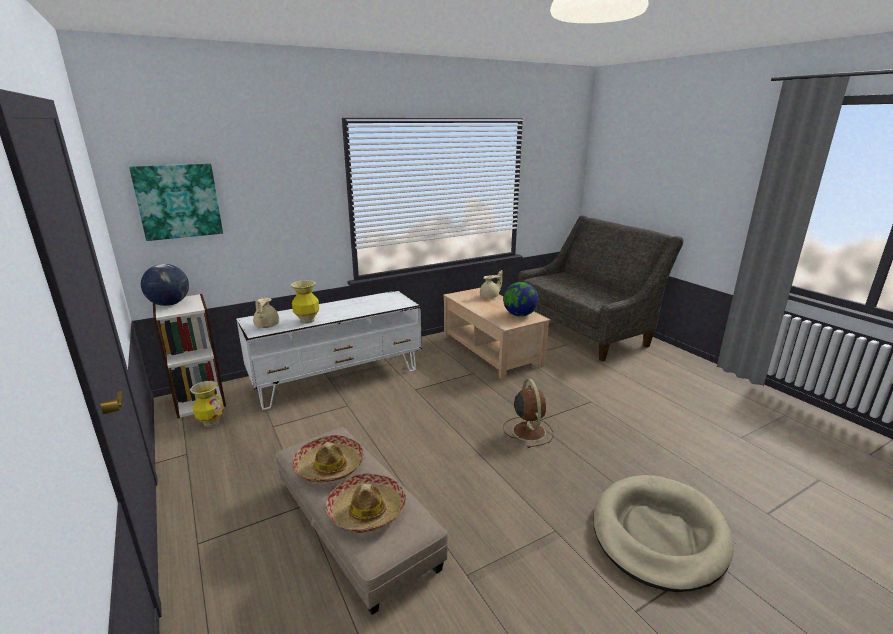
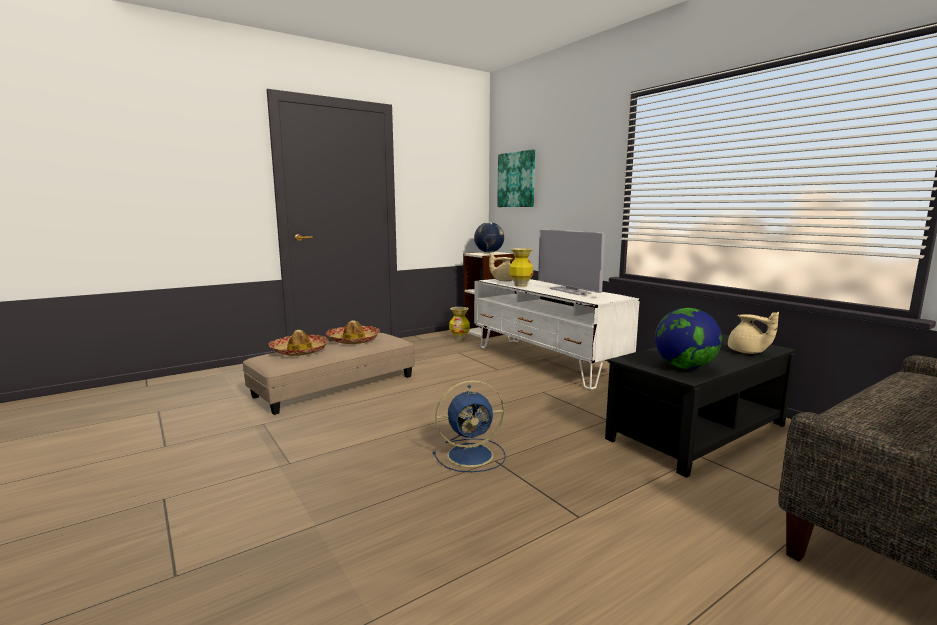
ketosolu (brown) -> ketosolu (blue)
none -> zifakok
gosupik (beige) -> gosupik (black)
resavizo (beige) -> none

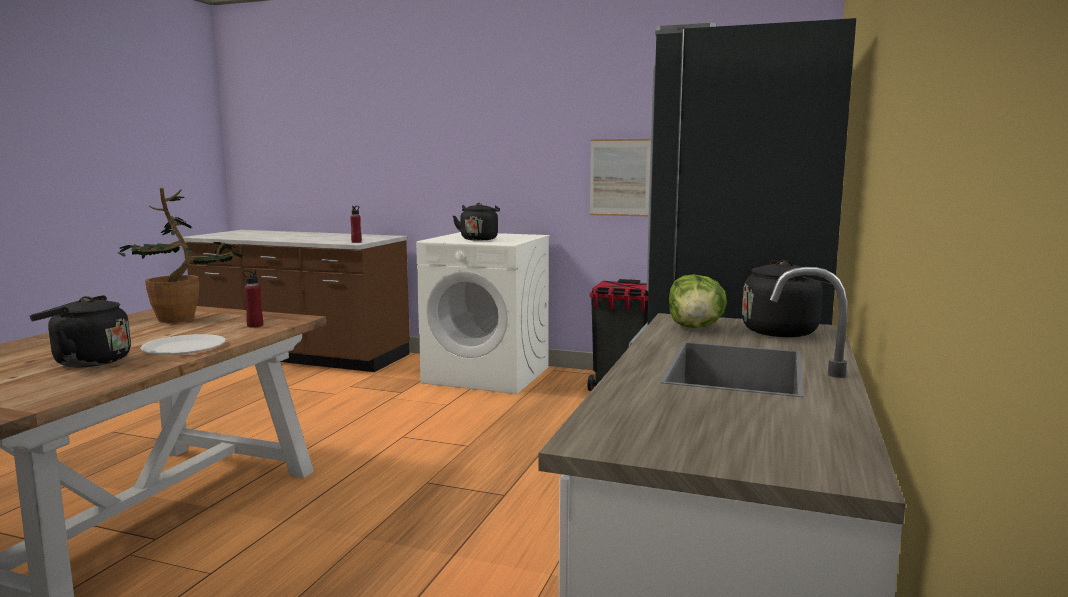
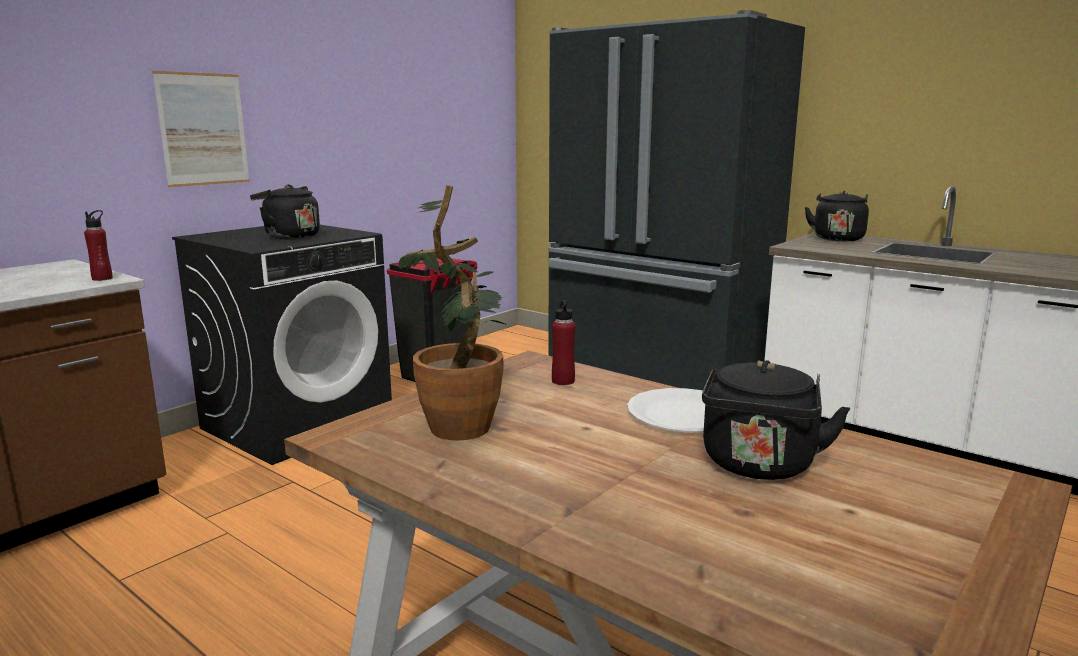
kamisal, move
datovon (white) -> datovon (black)
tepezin -> none

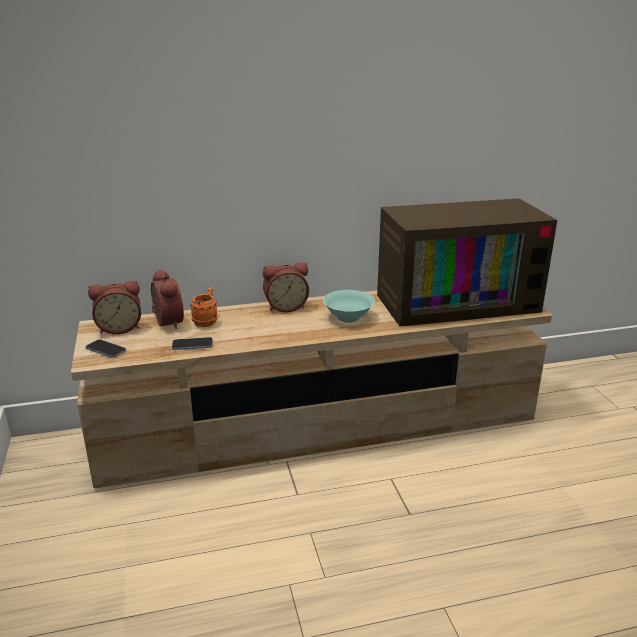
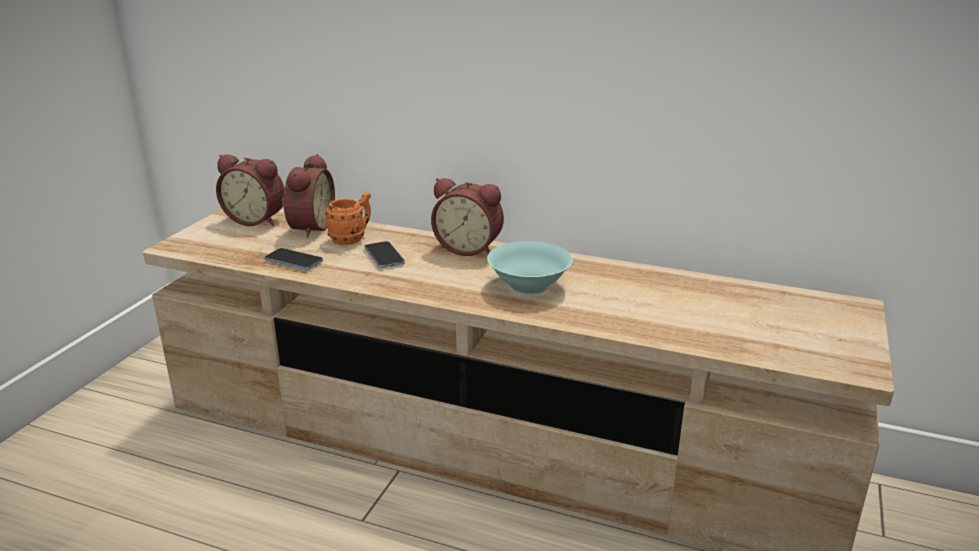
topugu (1st from left in the first image) -> topugu (2nd from left), move
zifakok -> none

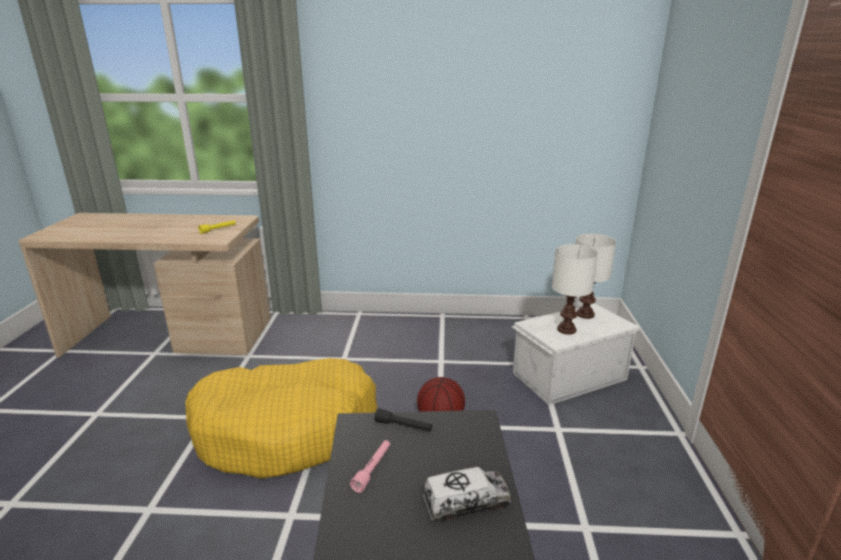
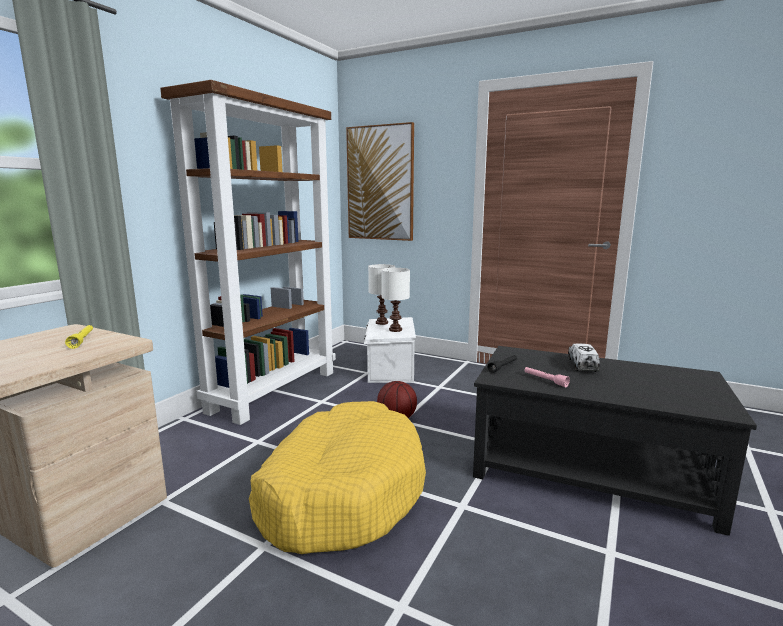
none -> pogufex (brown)
none -> kamisal

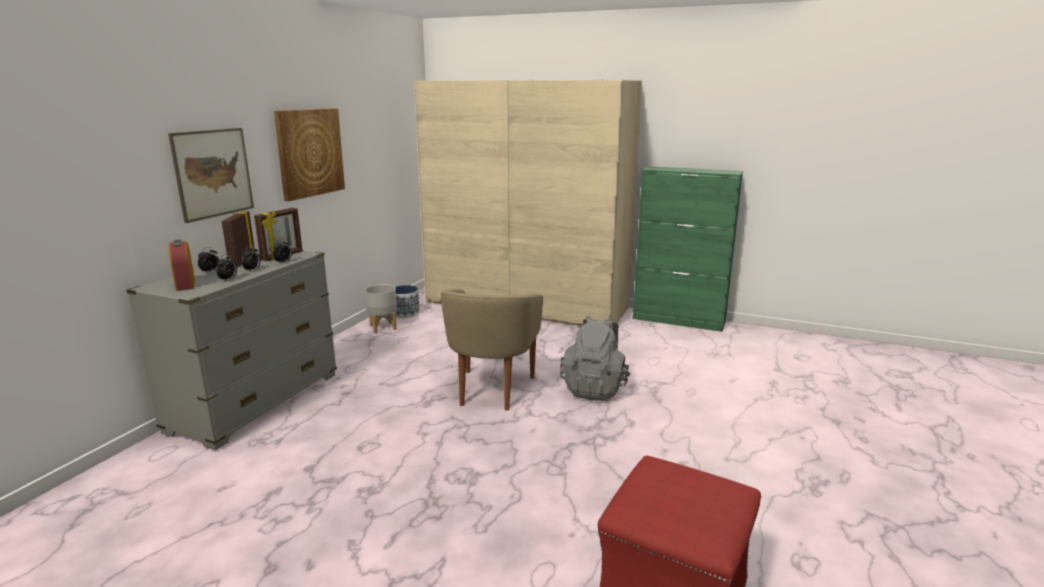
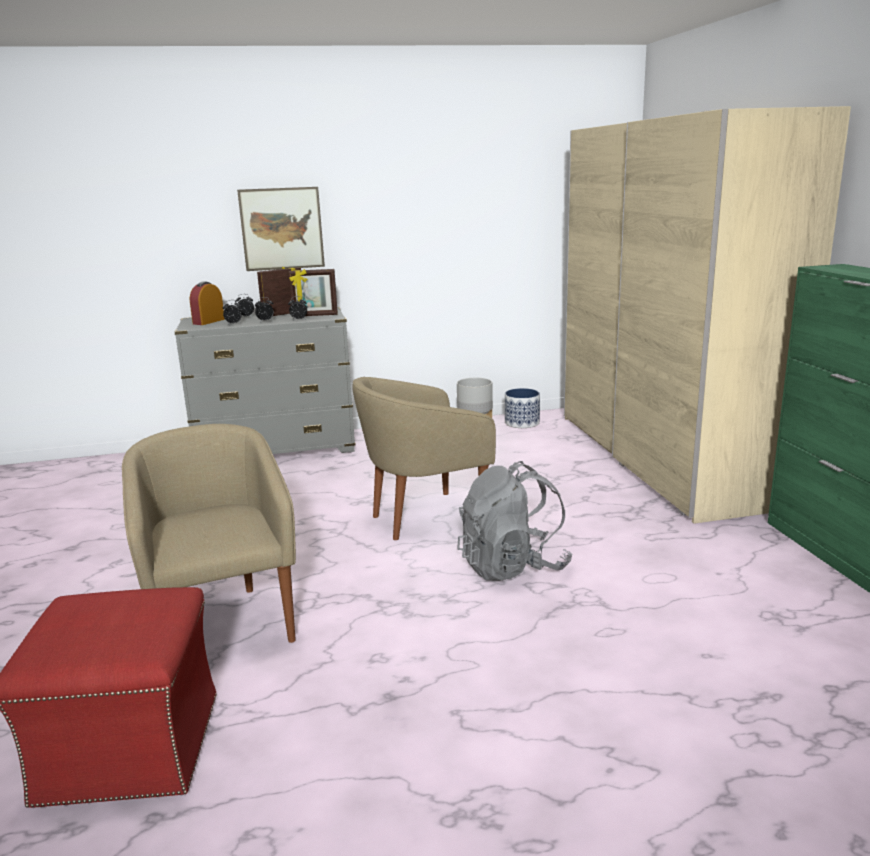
none -> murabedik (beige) (1st from left)
kamisal (2nd from left) -> none

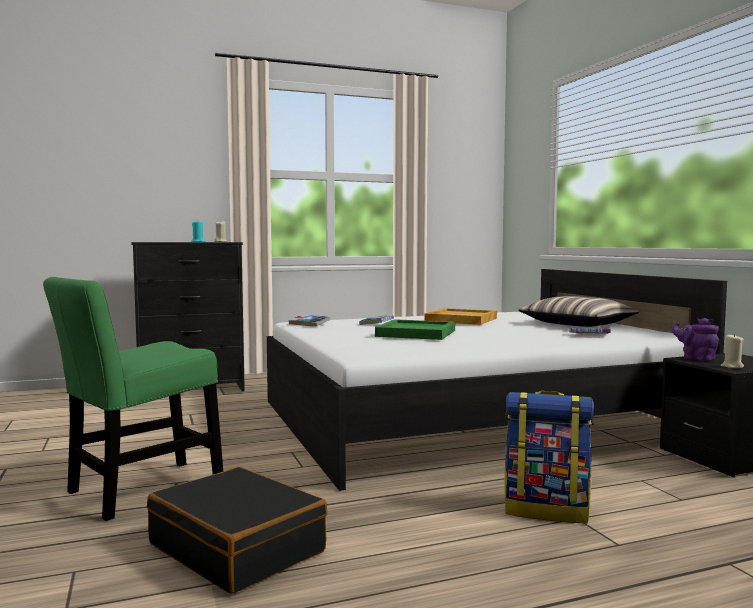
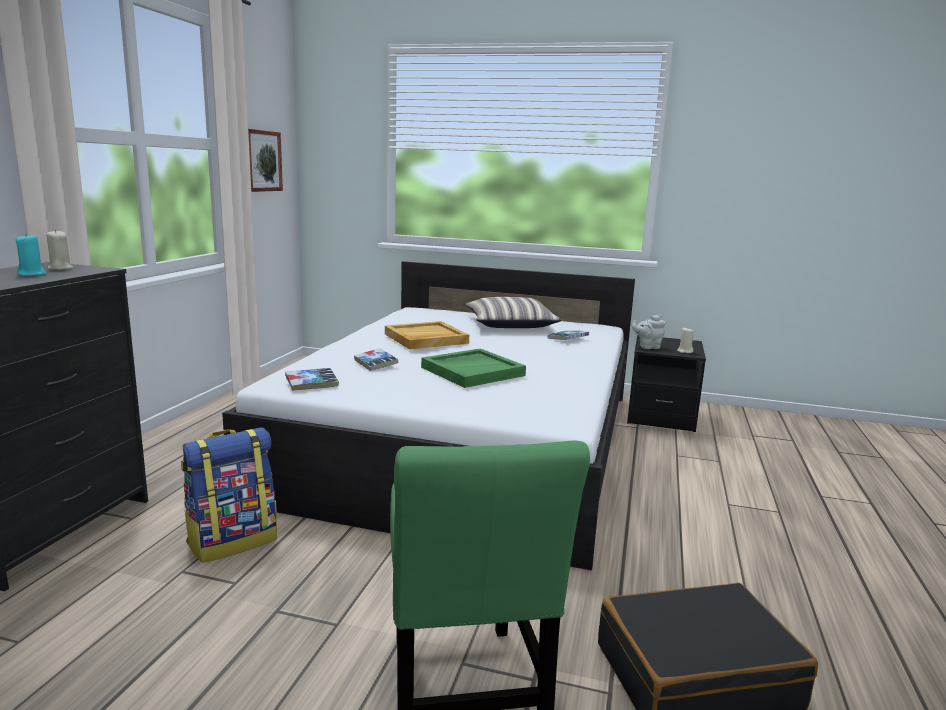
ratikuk, move
none -> kamisal
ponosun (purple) -> ponosun (grey)

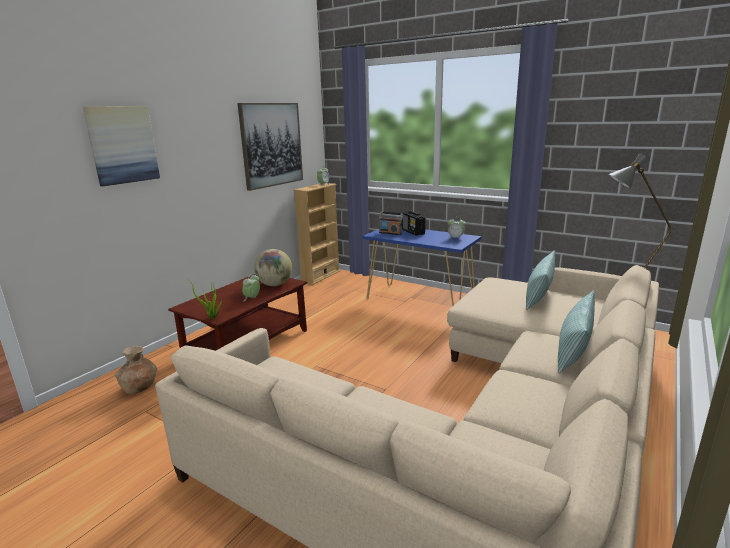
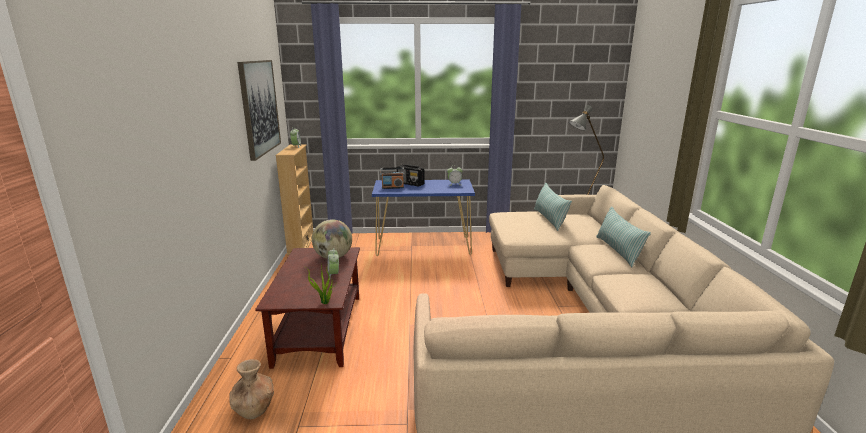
kamisal (1st from left) -> none

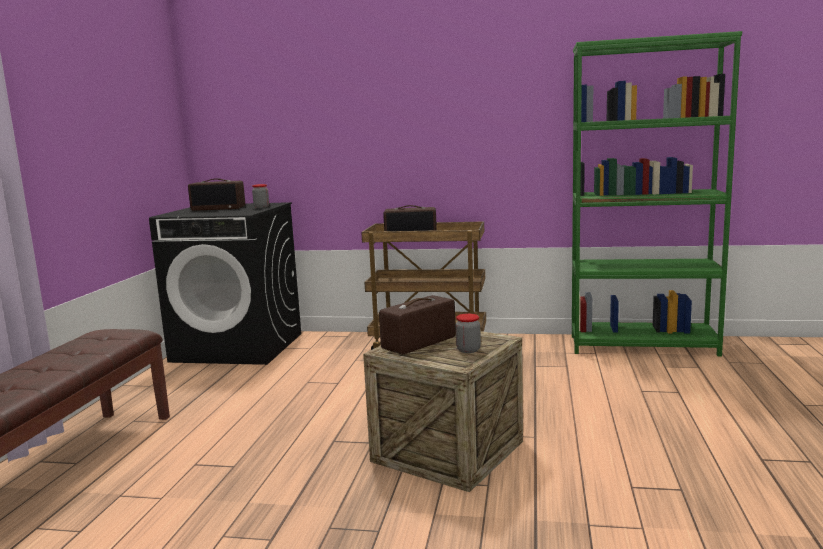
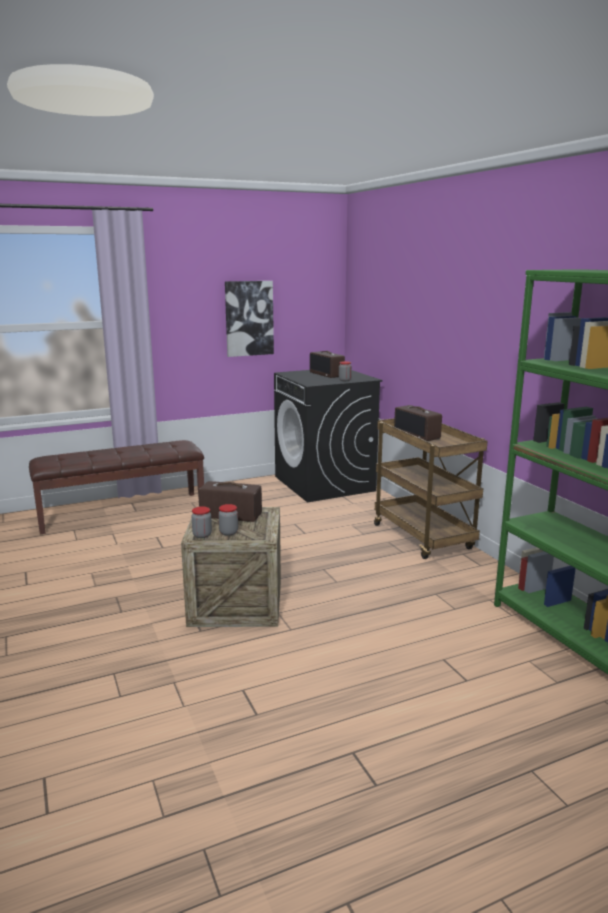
none -> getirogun (1st from left)
none -> kamisal

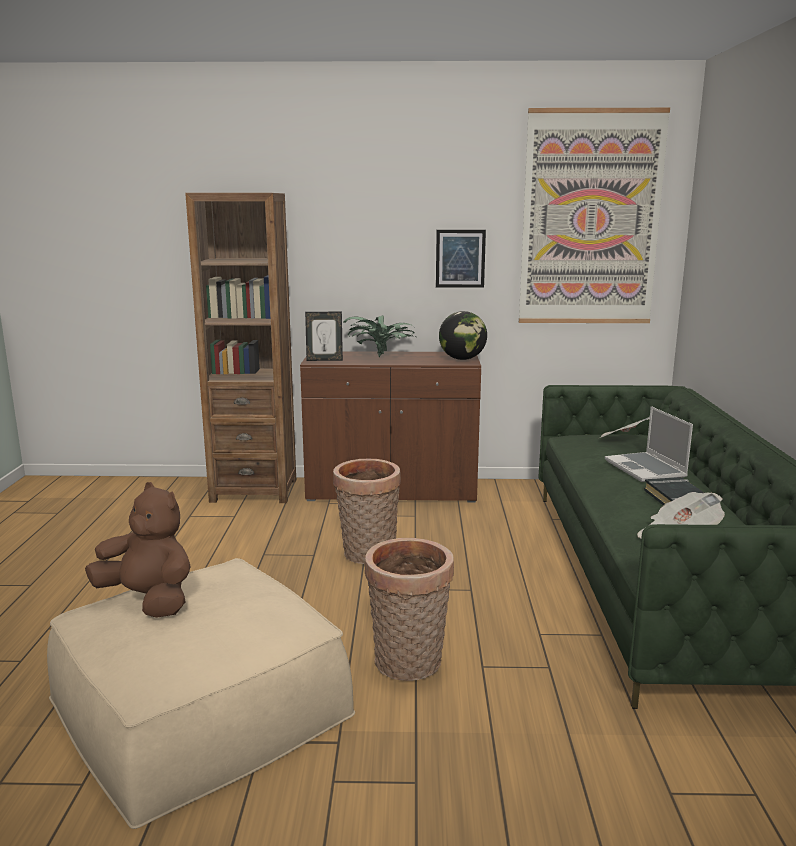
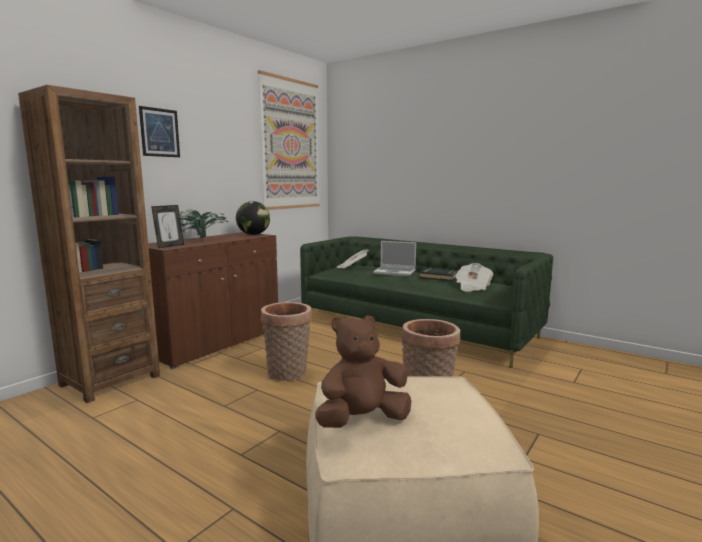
kamisal (1st from left), move

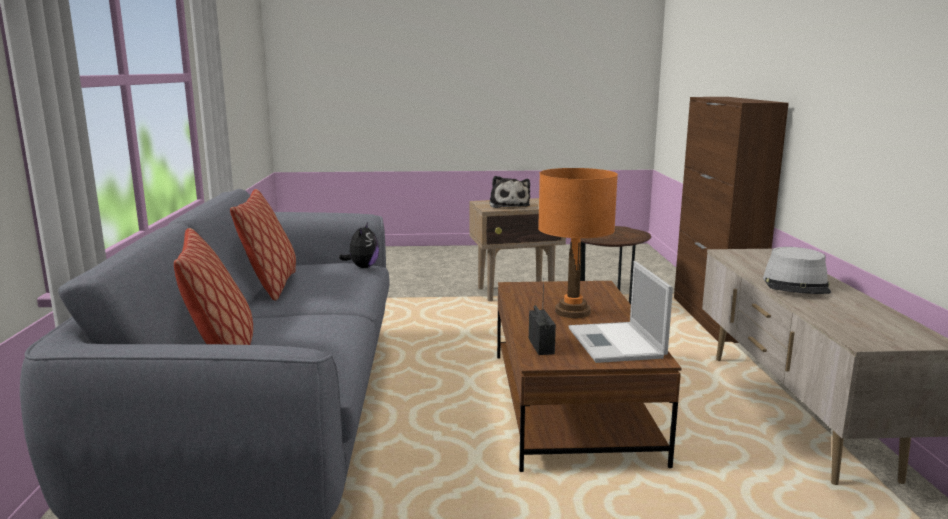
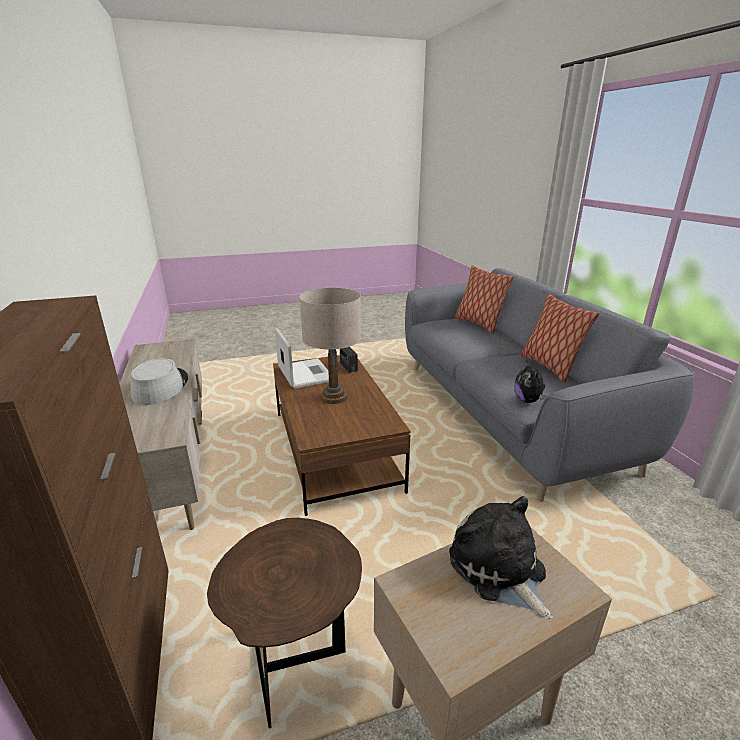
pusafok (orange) -> pusafok (beige)

